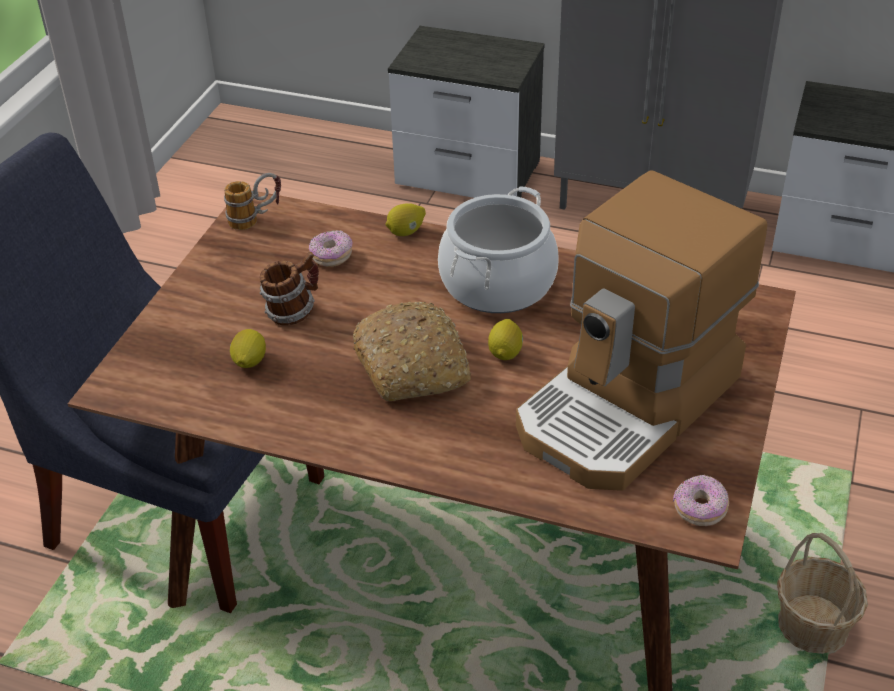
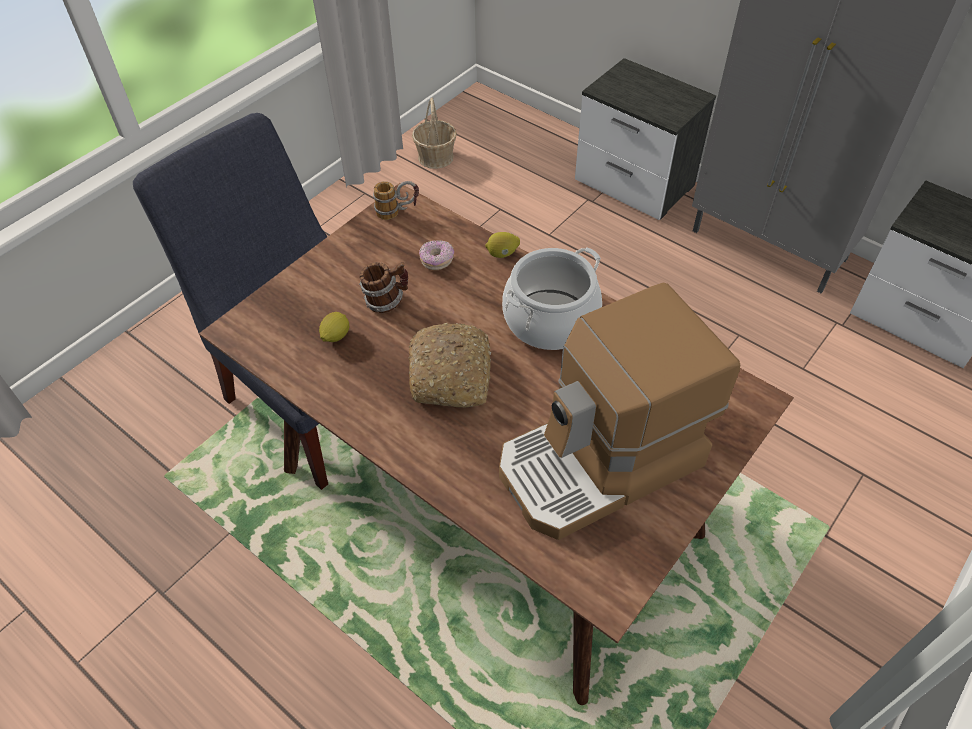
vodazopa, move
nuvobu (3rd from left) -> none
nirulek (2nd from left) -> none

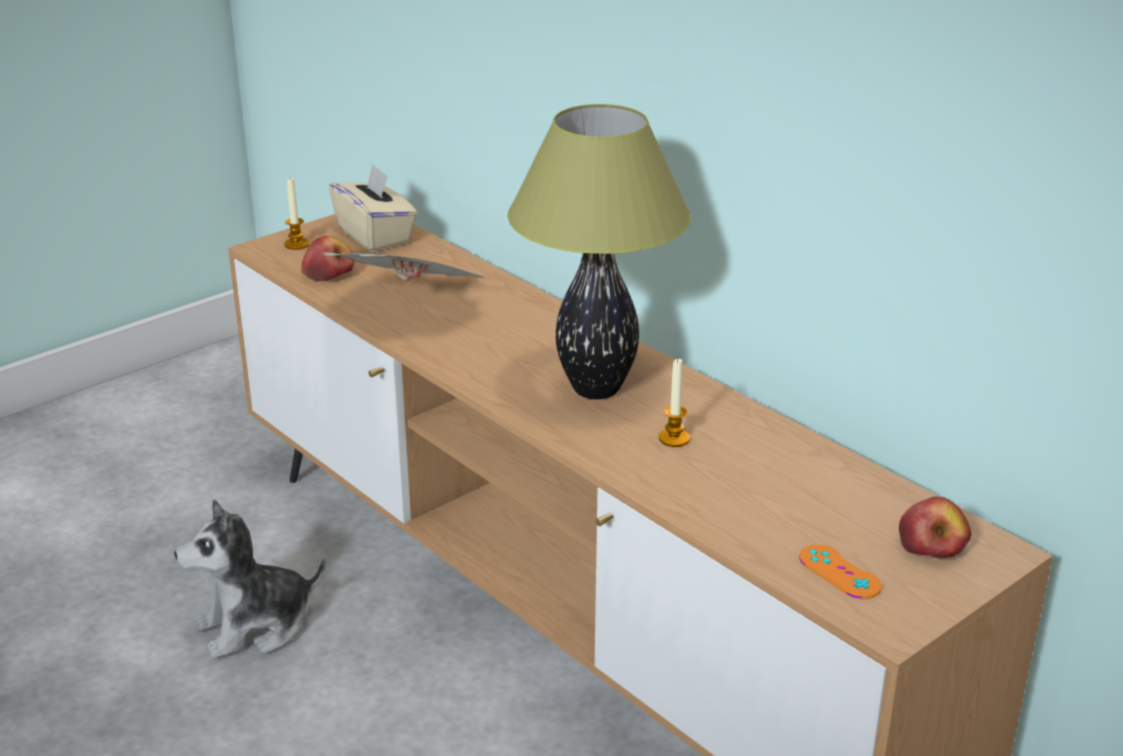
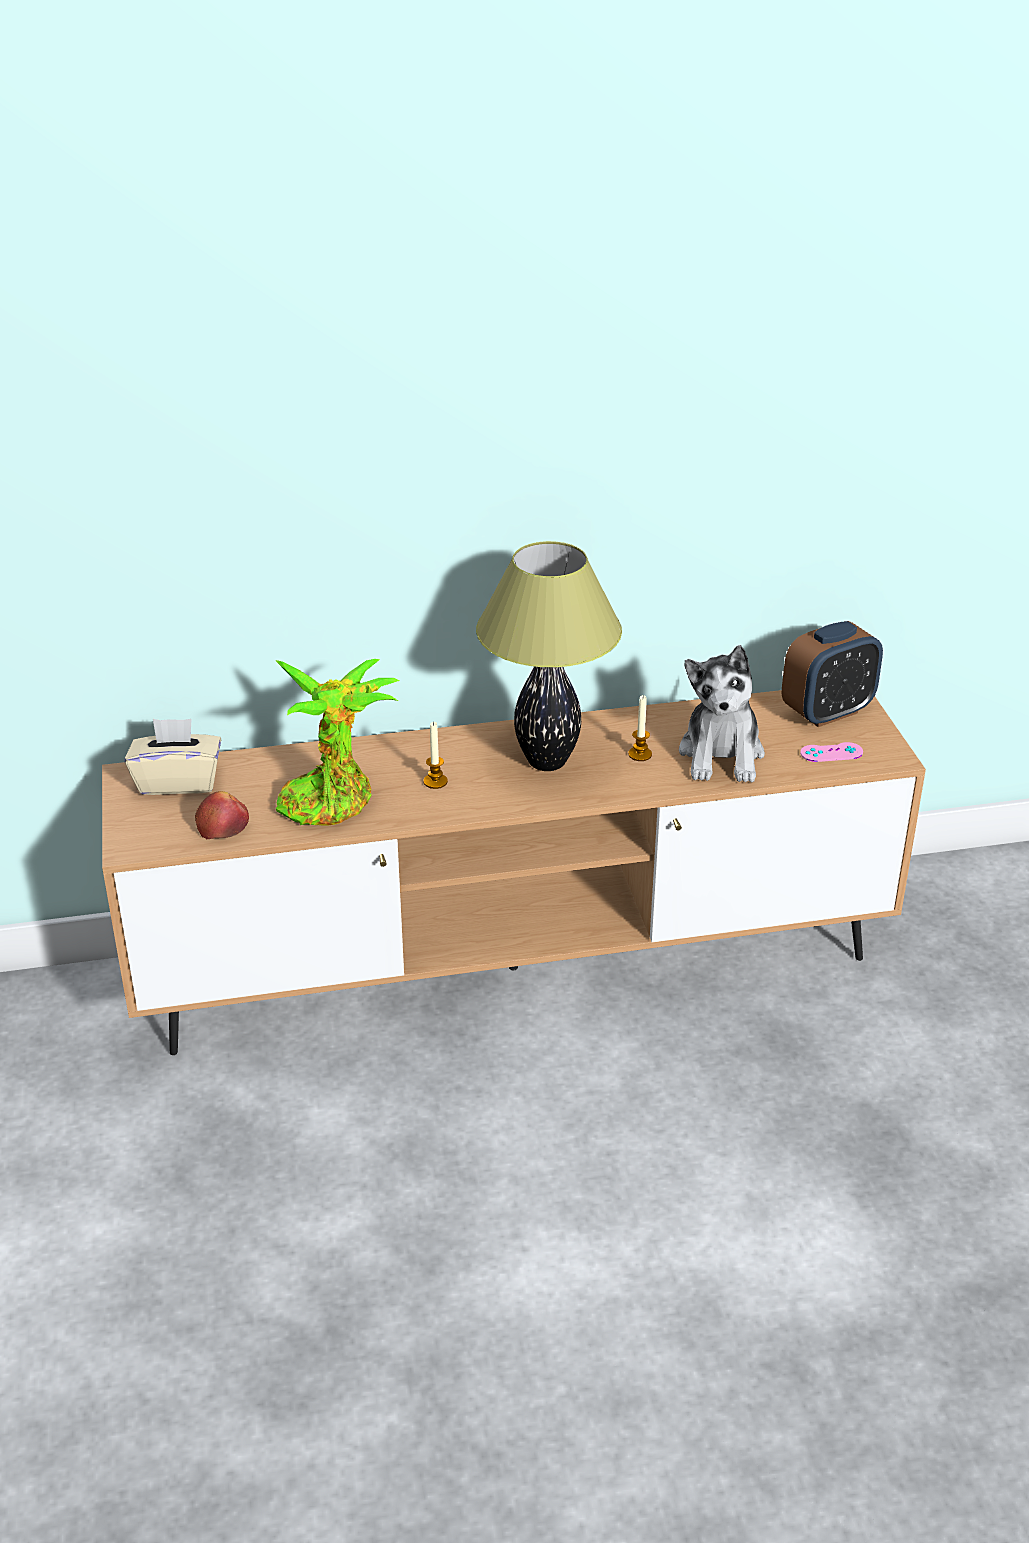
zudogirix -> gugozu
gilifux (1st from left), move
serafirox, move
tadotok (2nd from left) -> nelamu
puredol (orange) -> puredol (pink)

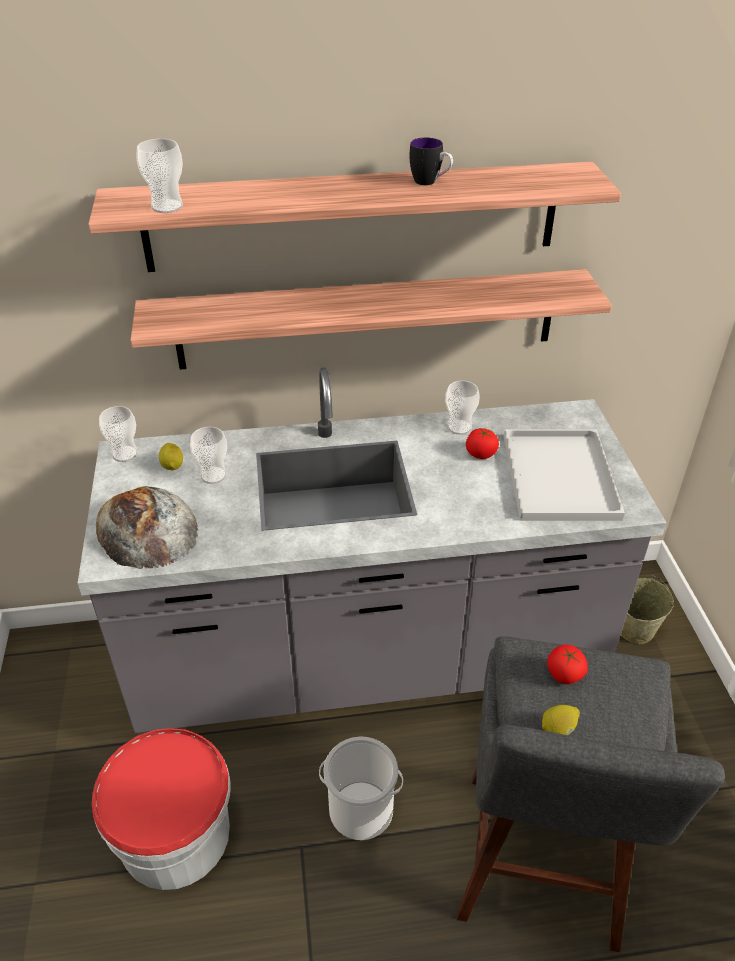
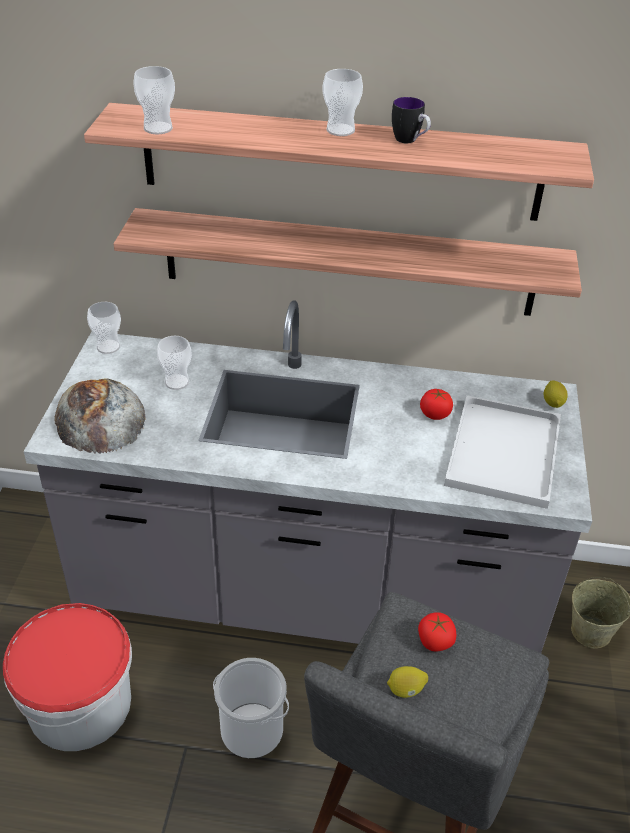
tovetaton (4th from left), move
nuvobu (1st from left in the first image) -> nuvobu (2nd from left), move

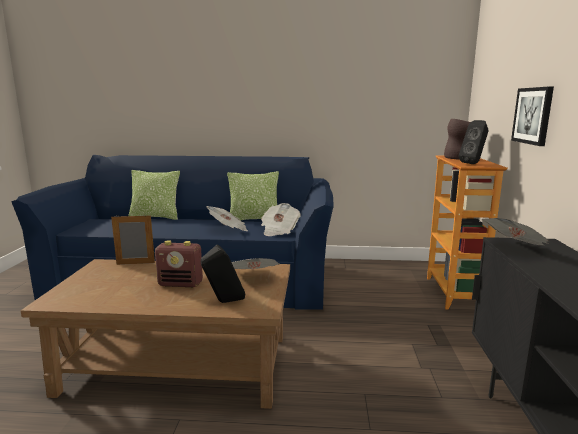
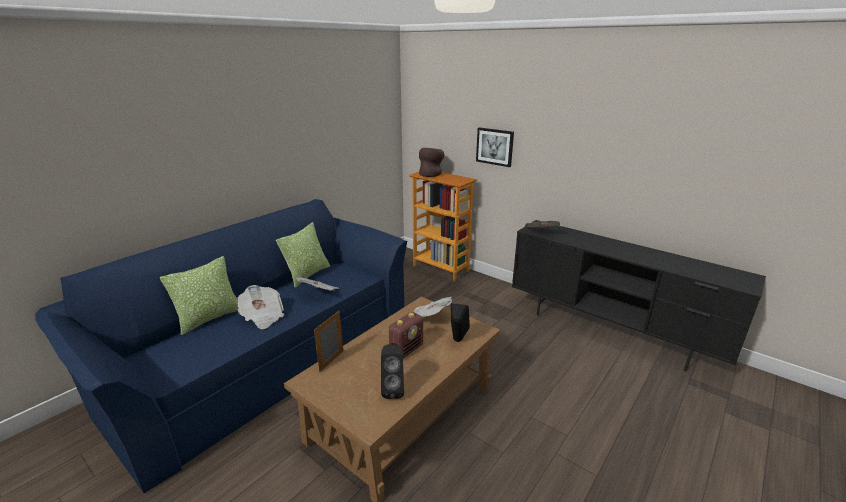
zudogirix (3rd from left in the first image) -> zudogirix (1st from left), move
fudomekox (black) (2nd from left in the first image) -> fudomekox (black) (1st from left), move

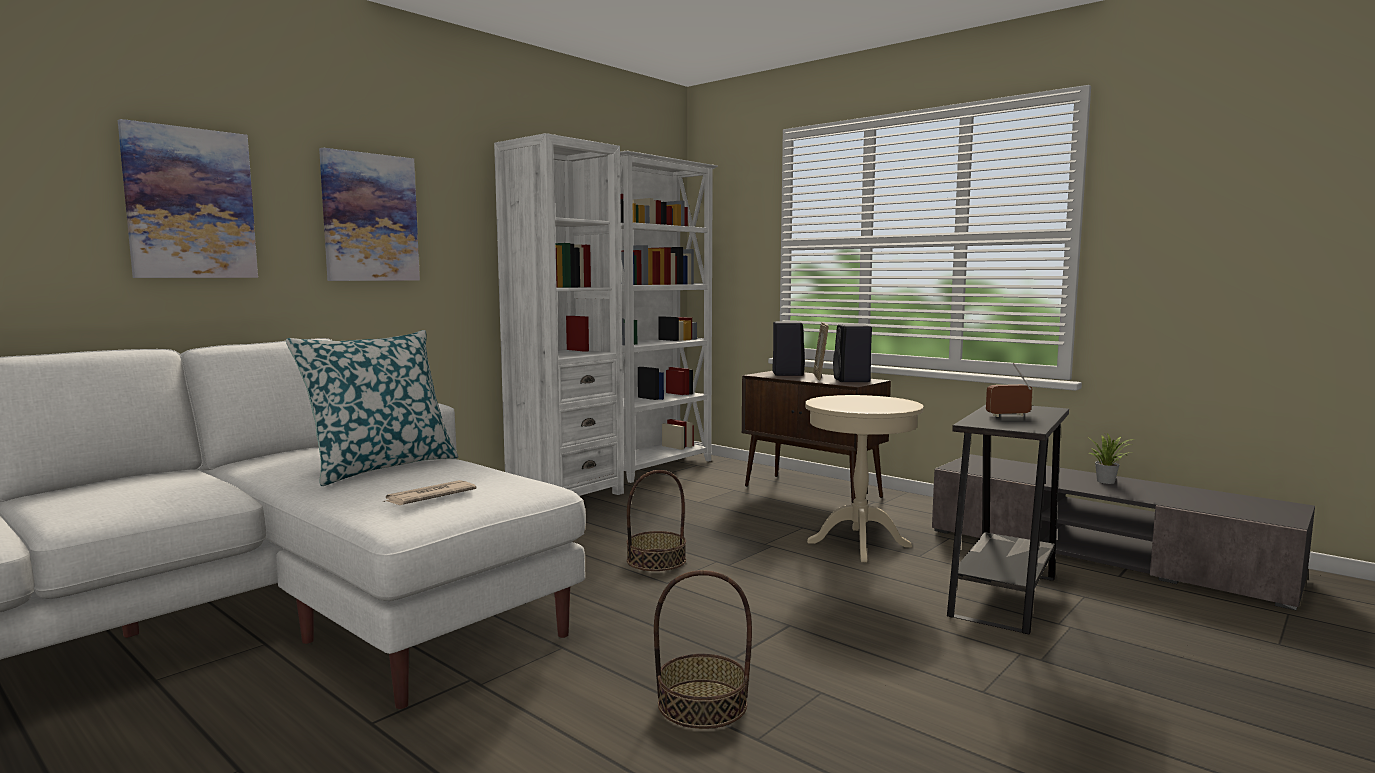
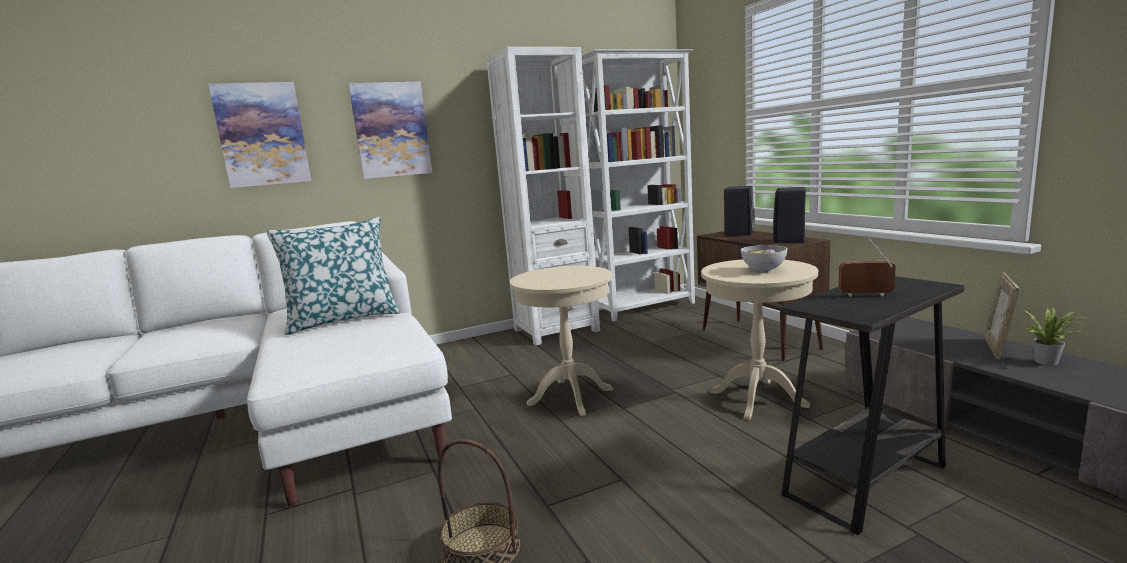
vodazopa (1st from left) -> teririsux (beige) (1st from left)
none -> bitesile
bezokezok, move
zudogirix -> none

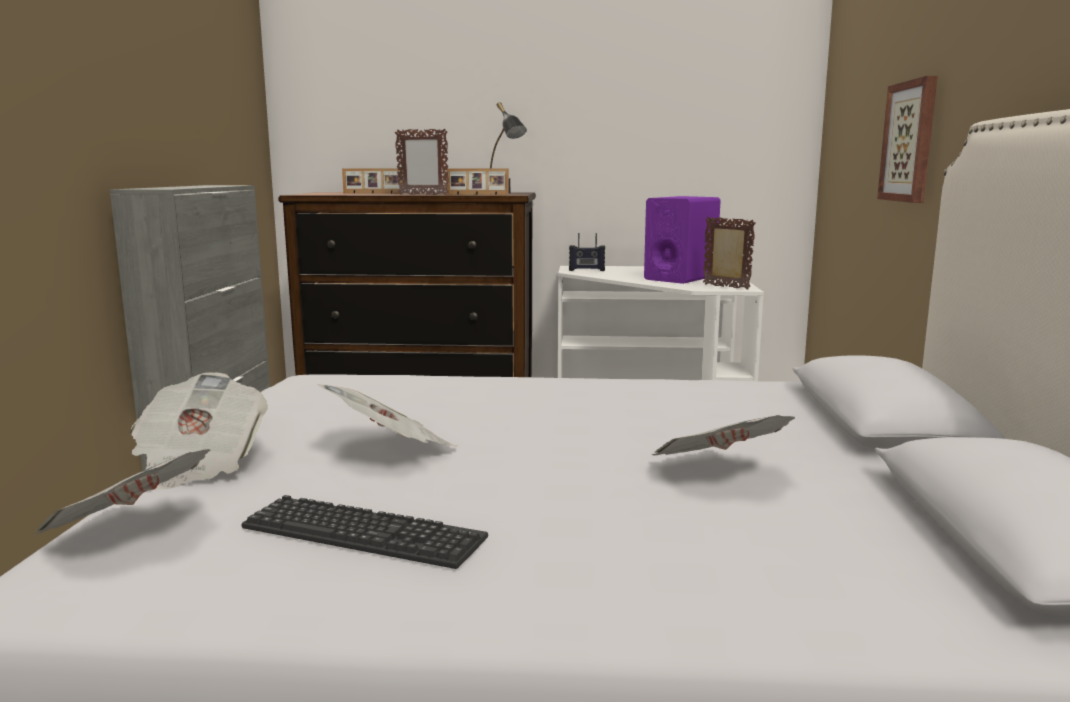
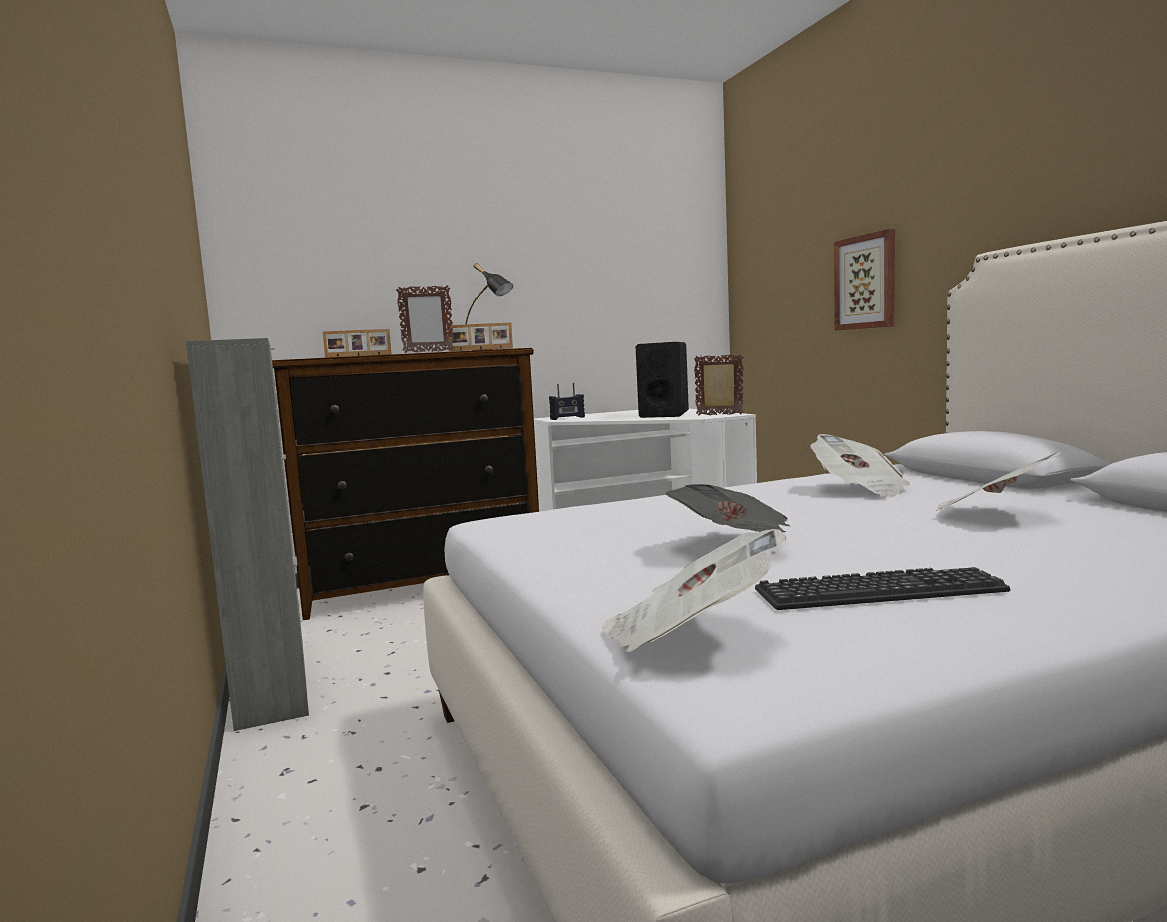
fudomekox (purple) -> fudomekox (black)
zudogirix (2nd from left in the first image) -> zudogirix (3rd from left), move

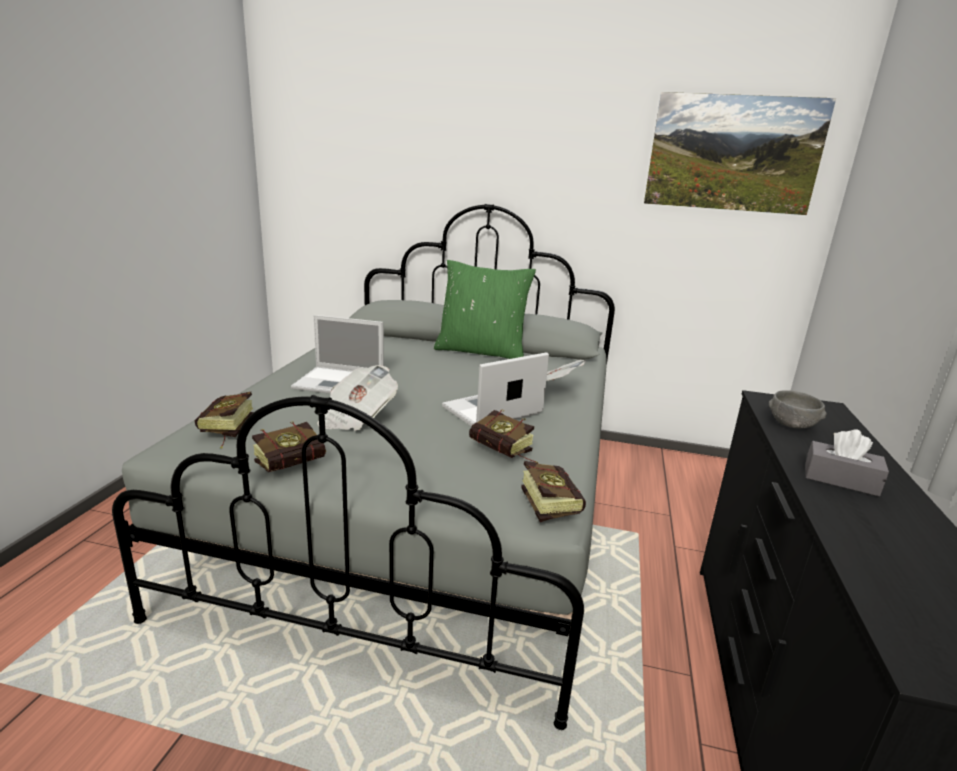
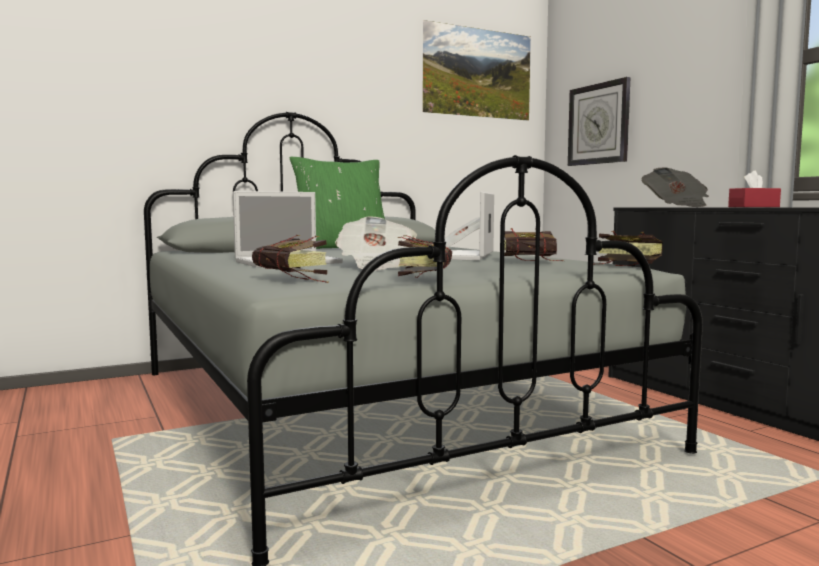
none -> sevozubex
bitesile (grey) -> zudogirix (3rd from left)
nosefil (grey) -> nosefil (red)

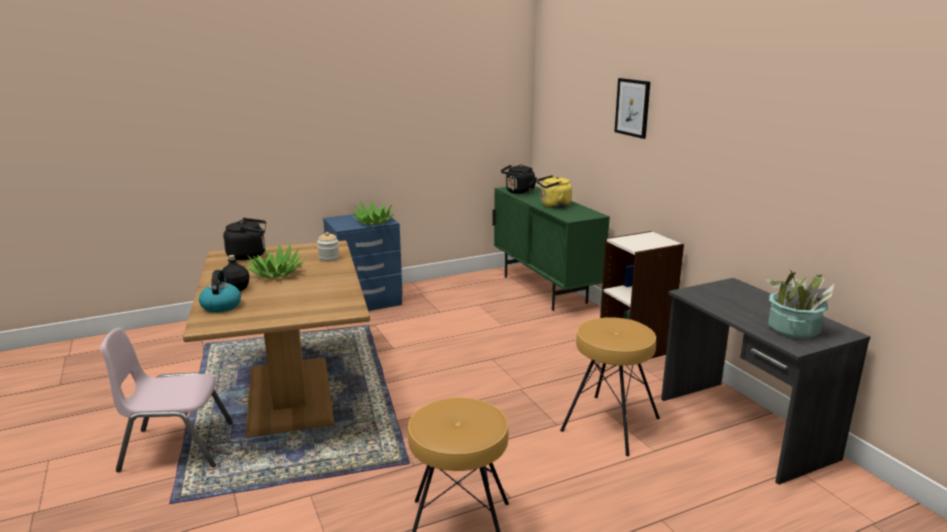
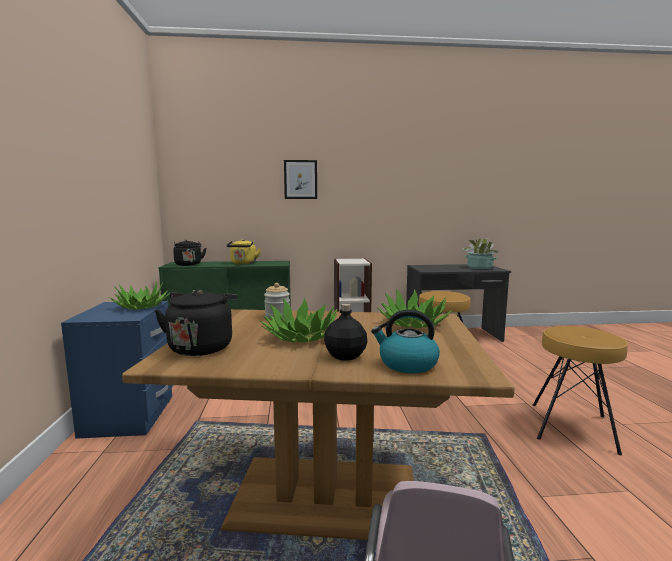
none -> gugozu (3rd from left)

